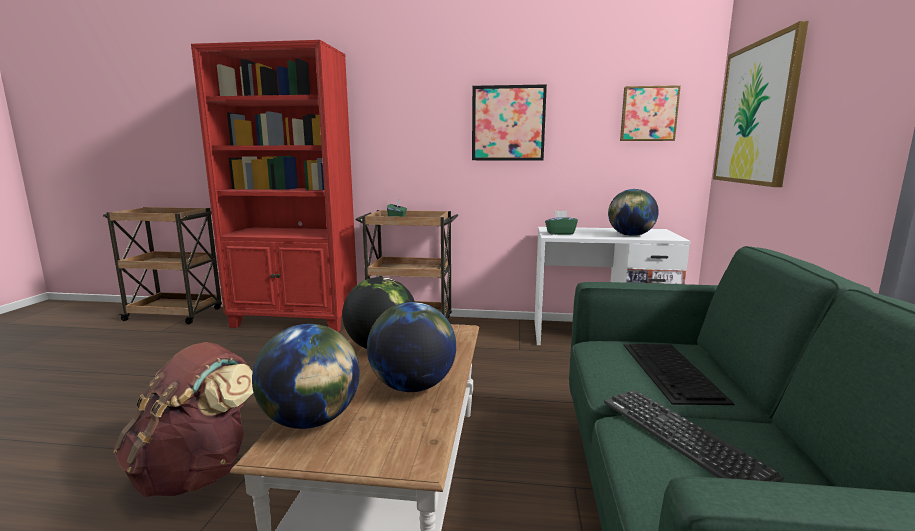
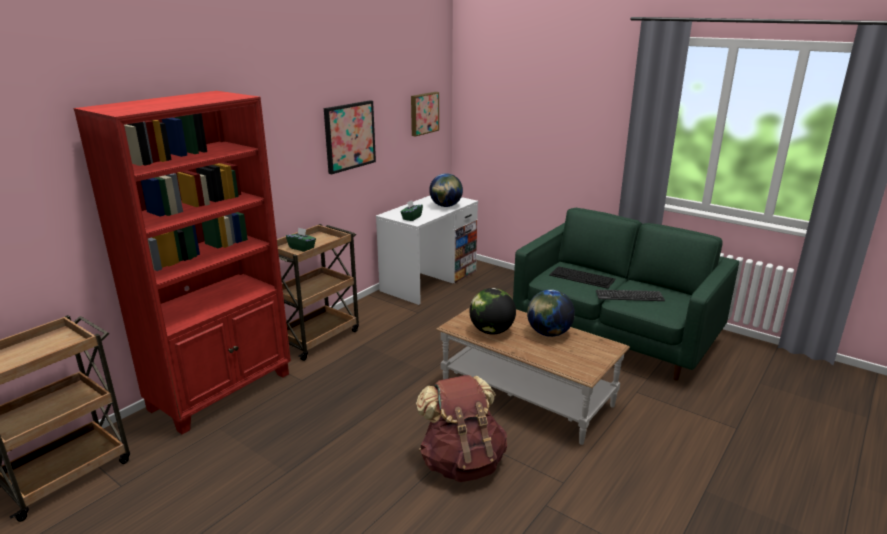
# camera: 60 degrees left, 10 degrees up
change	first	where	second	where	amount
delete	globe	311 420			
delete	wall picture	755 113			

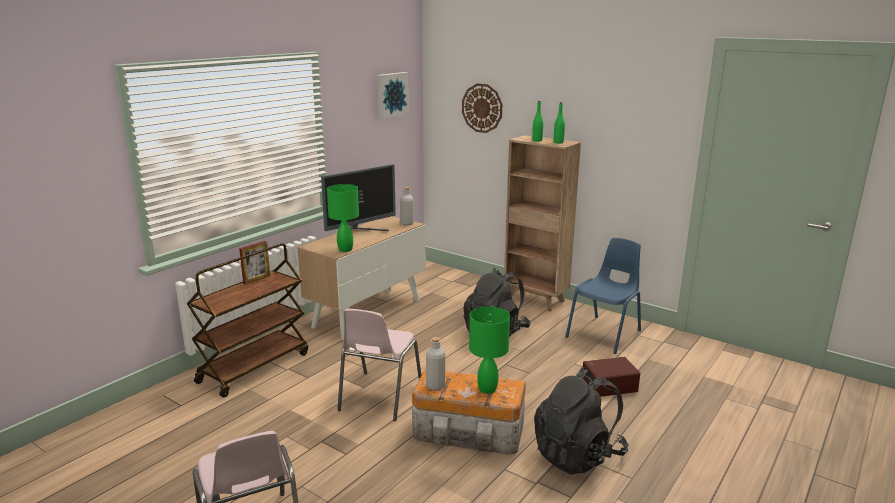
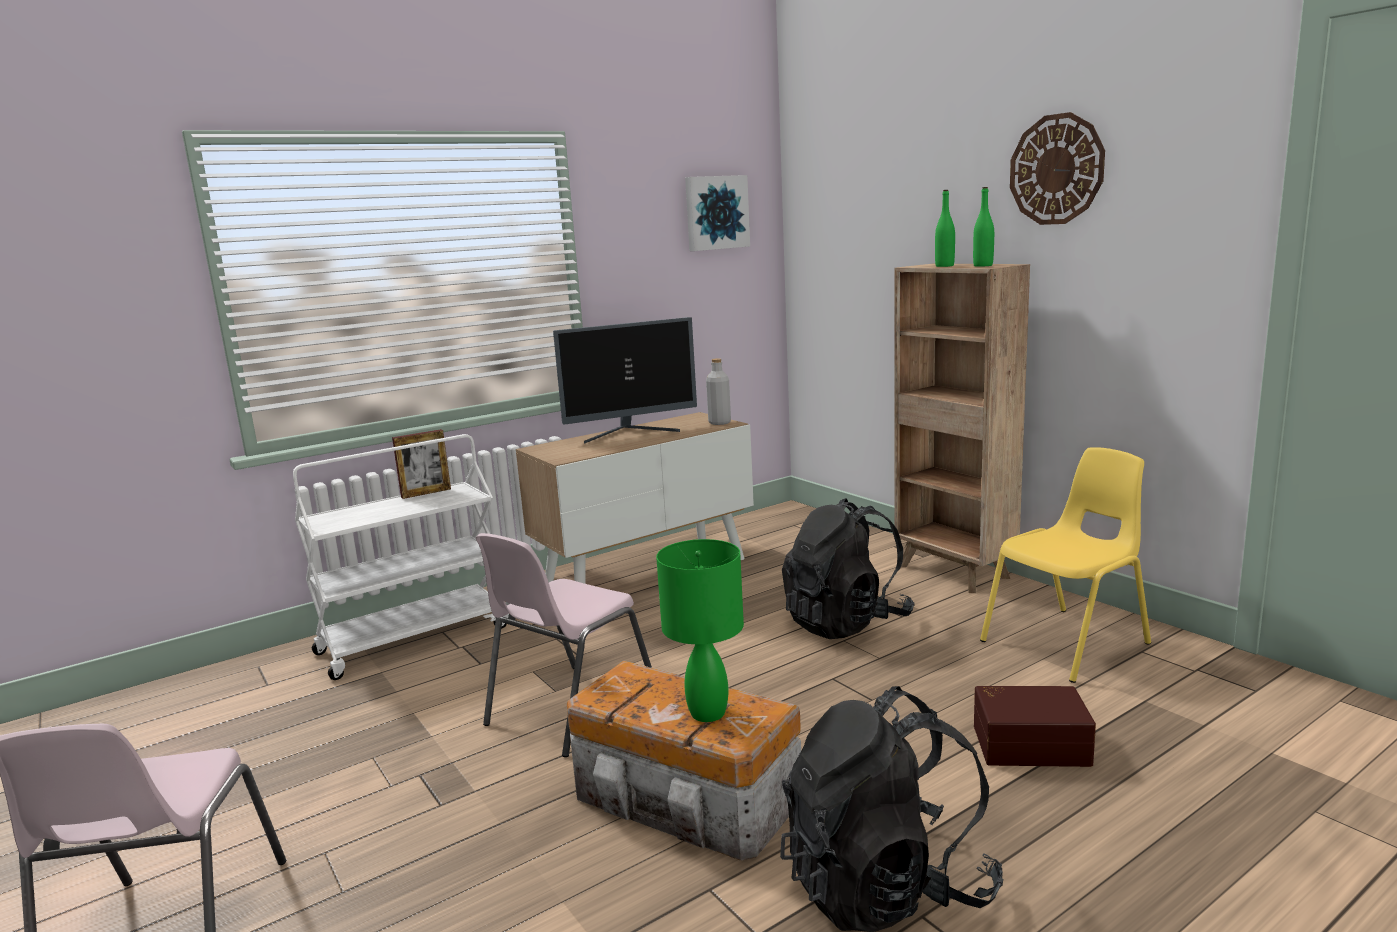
# camera: 20 degrees right, 5 degrees down
change	first	where	second	where	amount
delete	greenish lamp for a table	346 249			
delete	greyish drink bottle	435 386			
move	wall clock	482 108		1056 169	
recolor	brown trolley	254 367	white-coloured trolley	415 639	
recolor	blue-coloured upright chair	605 334	yellow-coloured upright chair	1068 643	

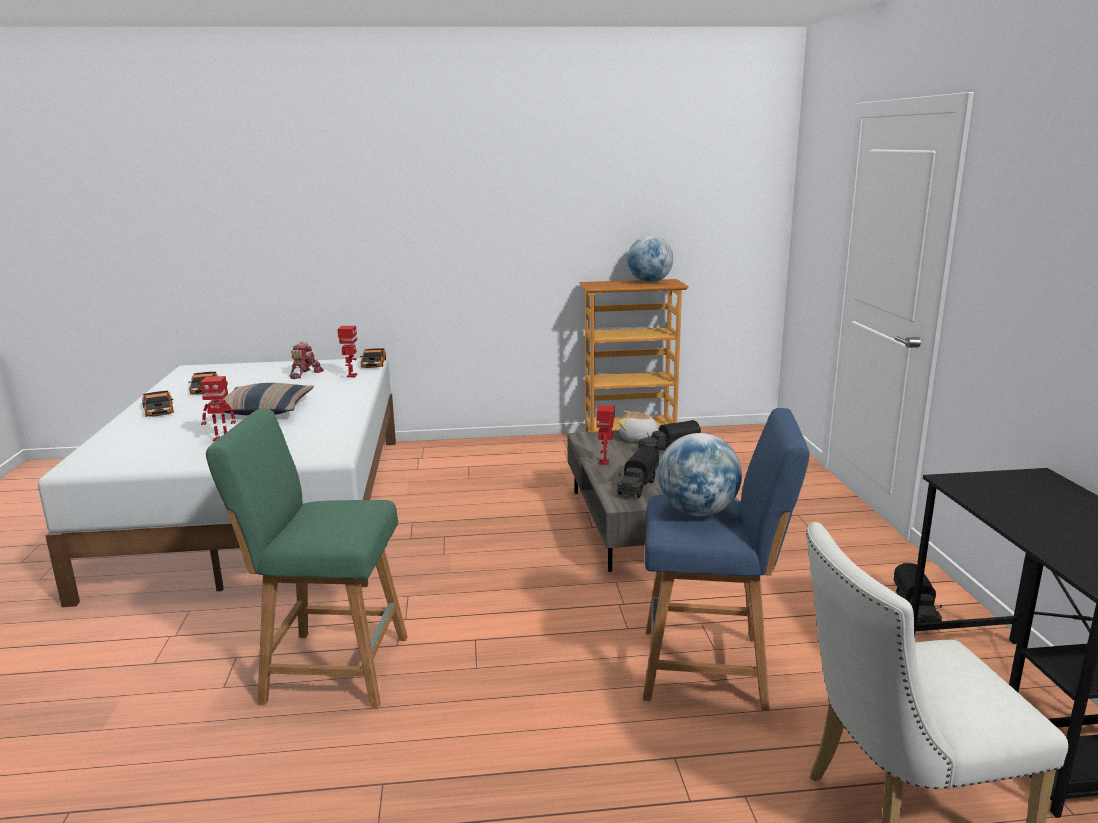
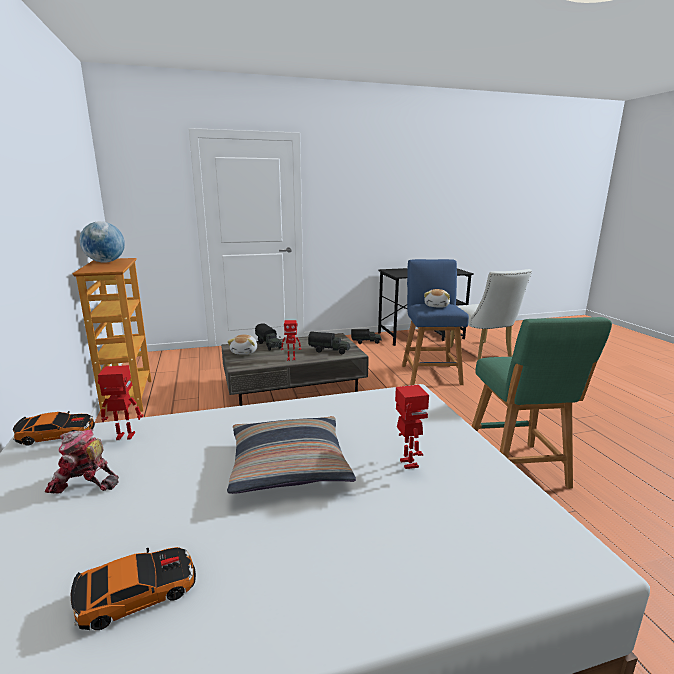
# camera: 100 degrees left, 0 degrees up
change	first	where	second	where	amount
delete	toy car	159 410			
replace	globe	697 512	plush toy	437 306	

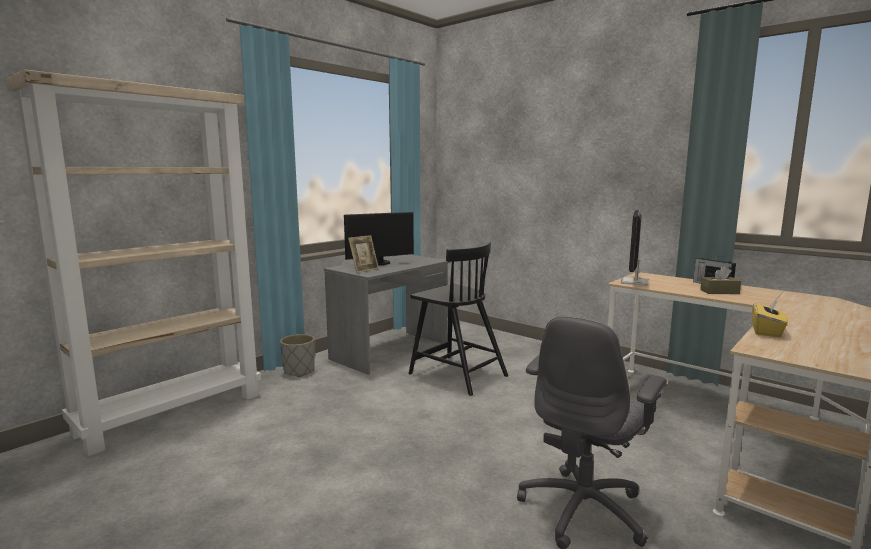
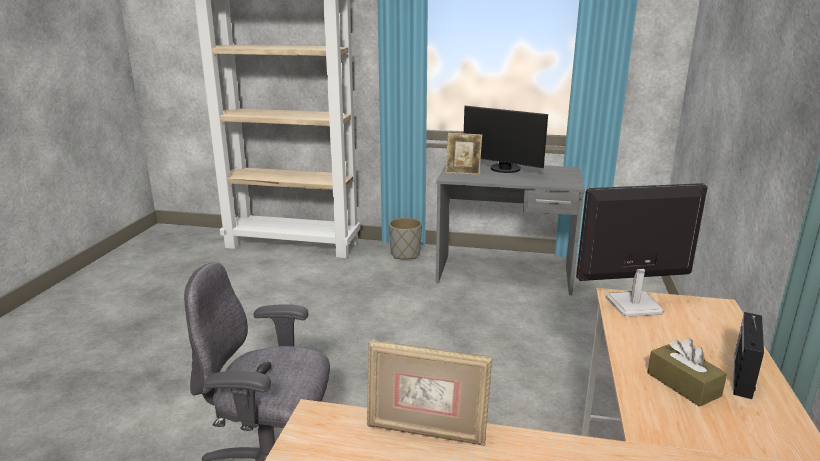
# camera: 60 degrees right, 10 degrees up
change	first	where	second	where	amount
delete	blackish upright chair	456 374			
replace	yellow-coloured tissue box	767 332	picture frame	426 432	

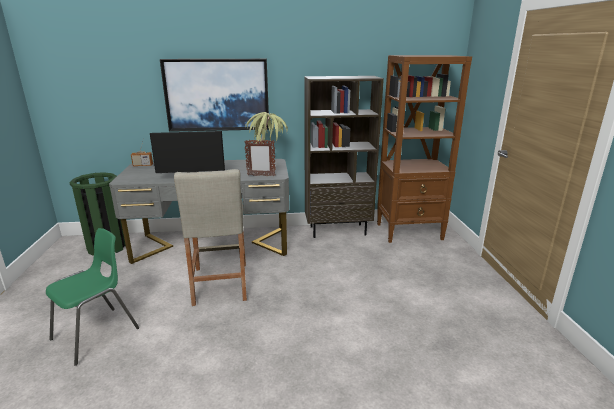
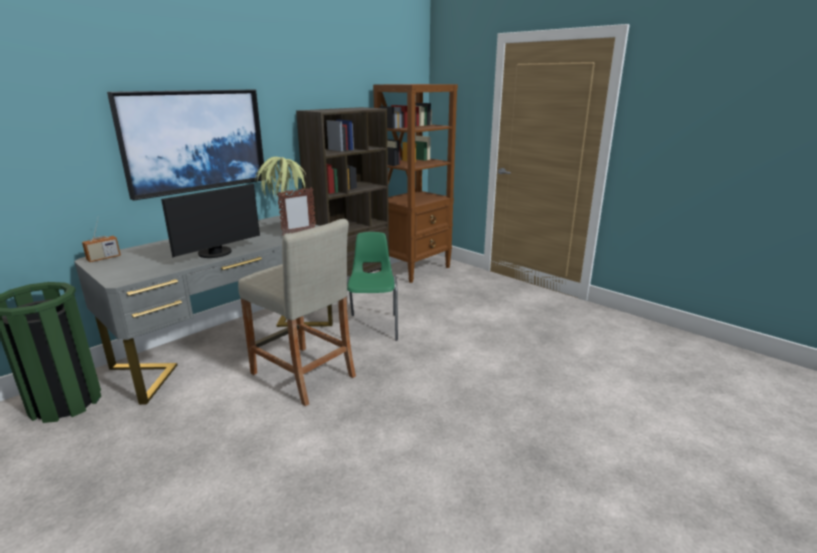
# camera: 40 degrees left, 0 degrees up
change	first	where	second	where	amount
move	greenish upright chair	97 334		373 327	

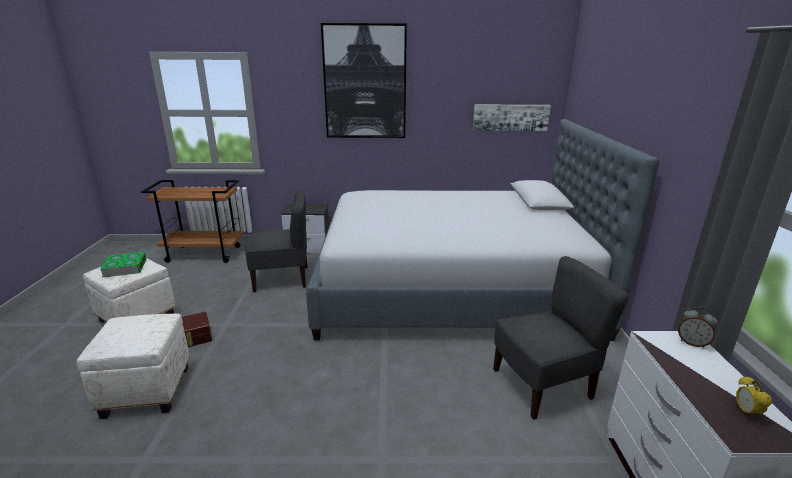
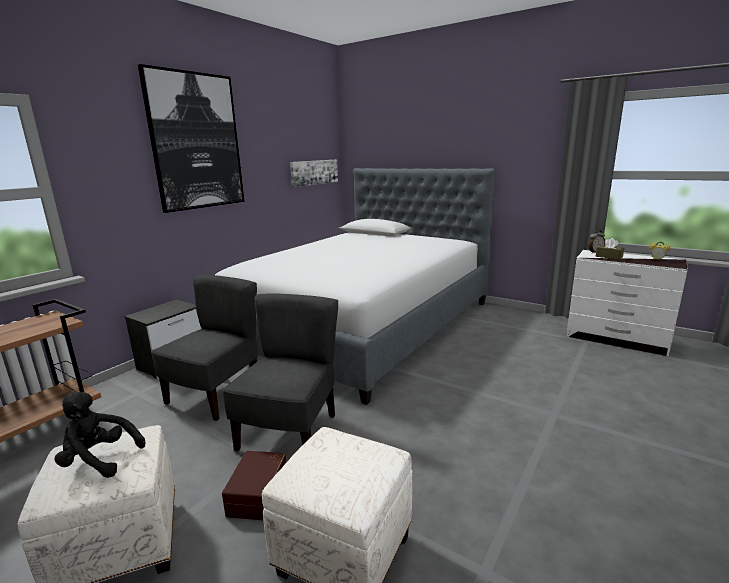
# camera: 55 degrees left, 5 degrees down
change	first	where	second	where	amount
insert			brown tissue box	609 257	
move	greyish upright chair	543 385		290 433	
replace	book	125 267	blackish plush toy	99 460	

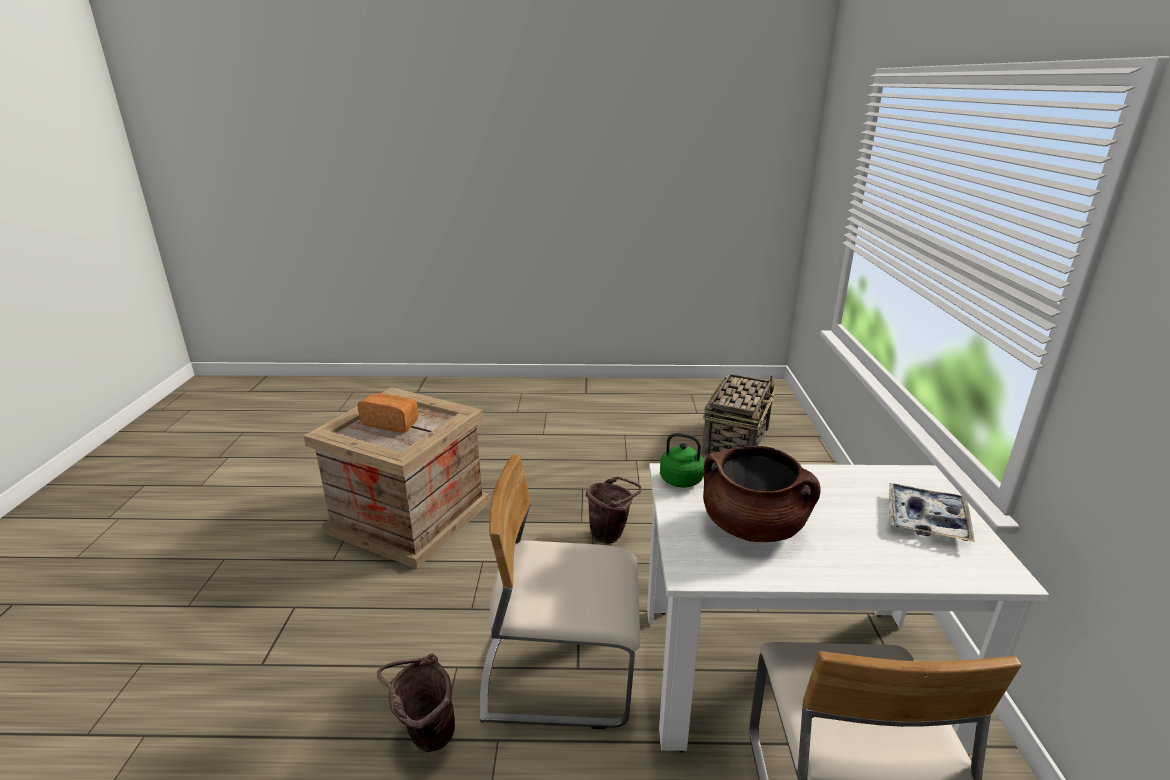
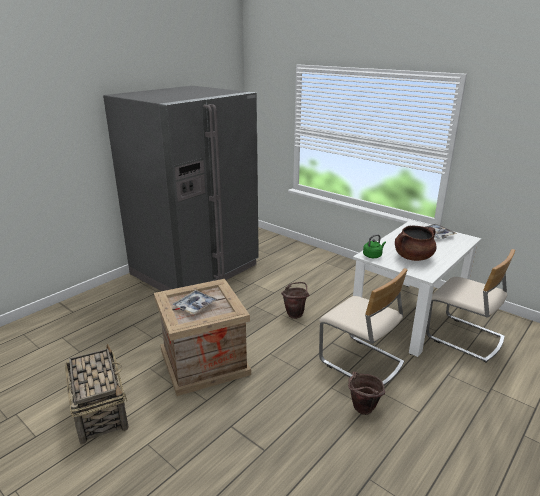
# camera: 50 degrees left, 0 degrees up
change	first	where	second	where	amount
insert			greyish fridge	195 270	
move	household basket	736 441		100 410	
replace	bakery bread	392 423	serving tray	195 306	
rotate	beige-coloured upright chair	559 673		361 363	90 degrees counterclockwise

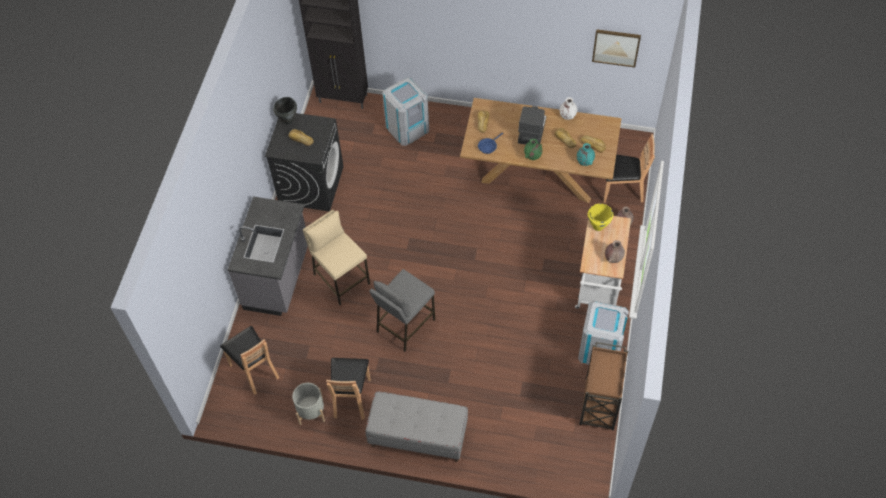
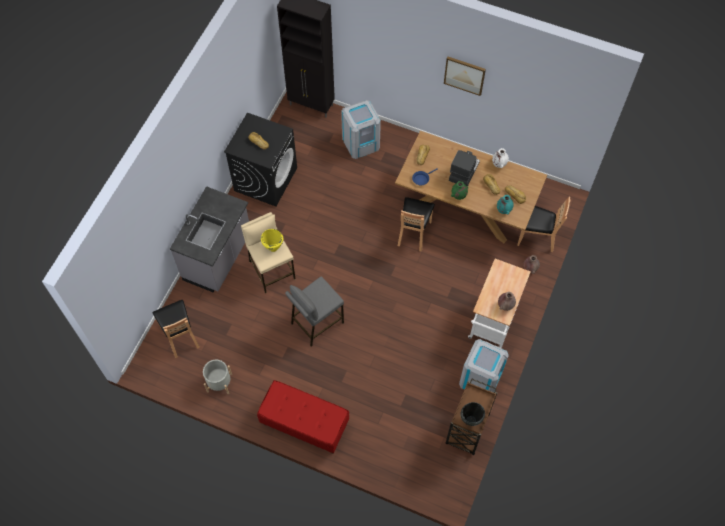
# camera: 10 degrees right, 5 degrees up
change	first	where	second	where	amount
move	blackish cooking pot	288 121		471 420	
move	brown upright chair	351 397		413 233	
move	yellow-coloured cooking pot	597 226		273 247	
move	wall picture	616 47		464 75	
recolor	greyish bench	418 436	reddish bench	304 424	

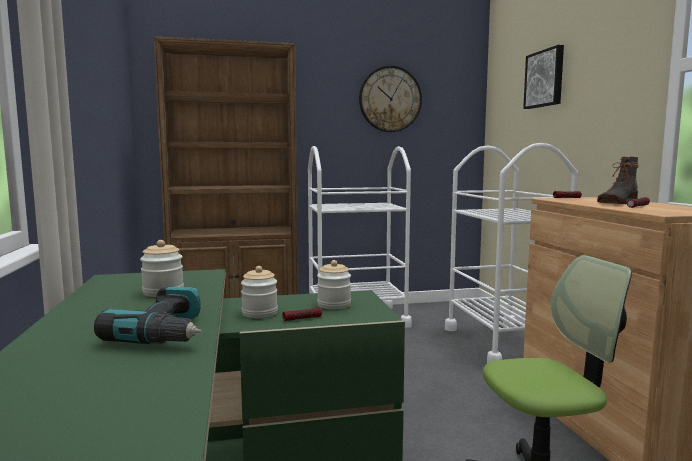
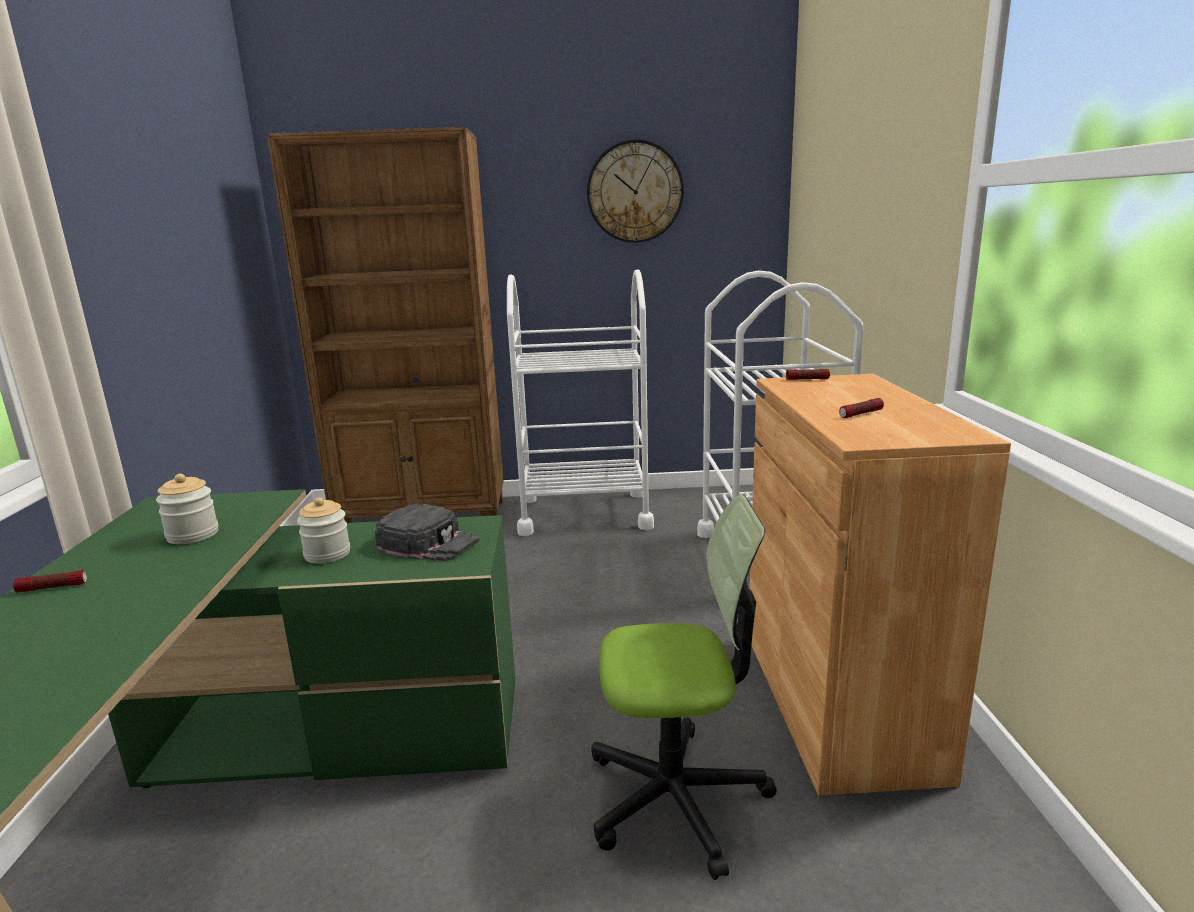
# camera: 10 degrees right, 10 degrees up
change	first	where	second	where	amount
delete	drill	167 333			
delete	wall picture	545 78			
delete	boot	617 202			
move	hand torch	302 319		53 587	
replace	preserve jar	334 305	blackish cap	429 542	

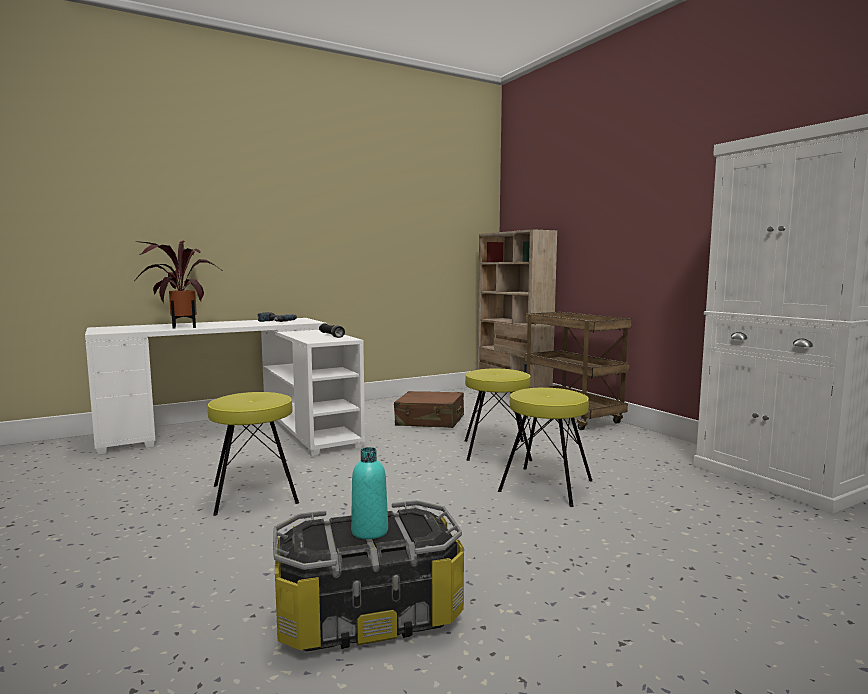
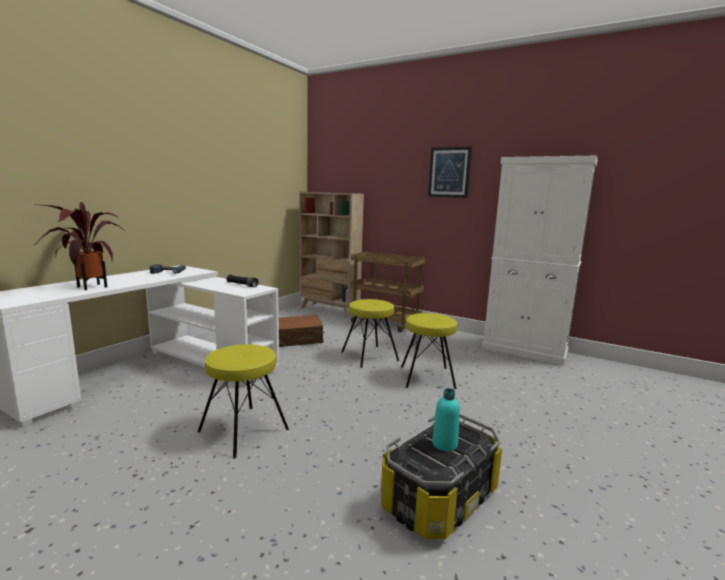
# camera: 30 degrees left, 5 degrees up
change	first	where	second	where	amount
insert			wall picture	449 172	

